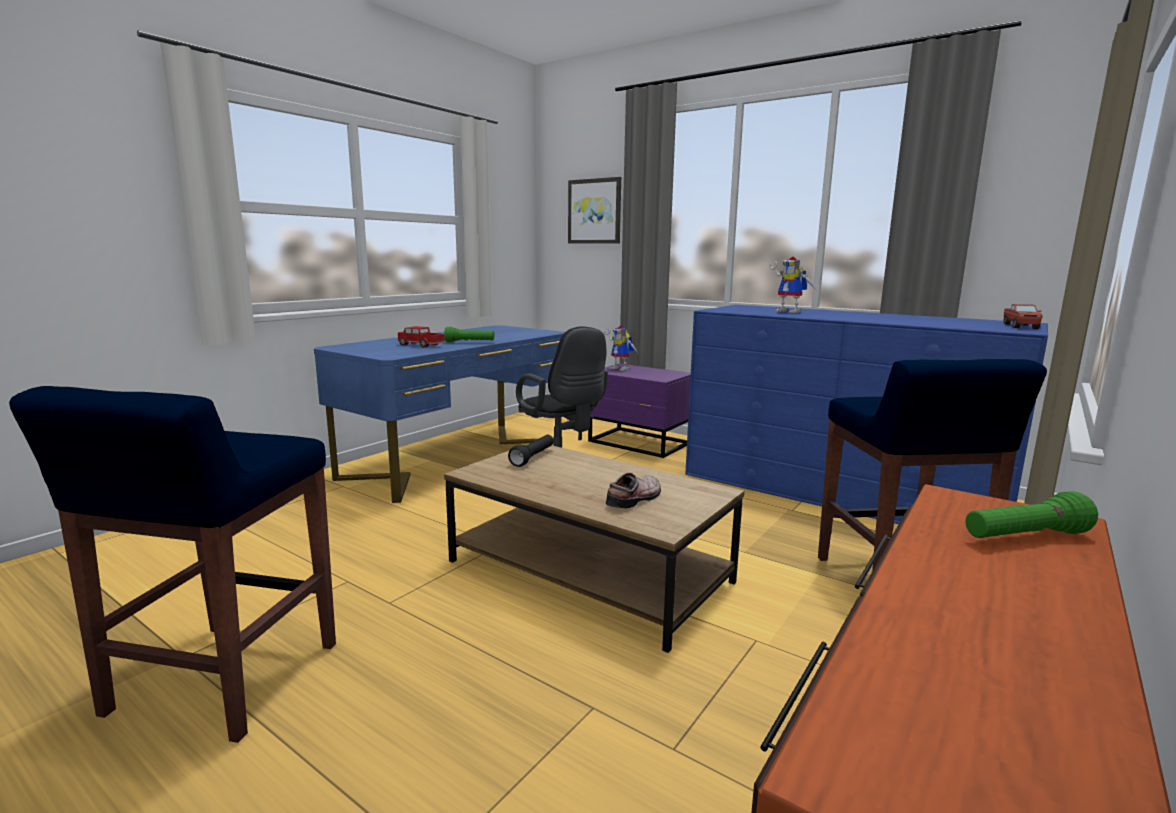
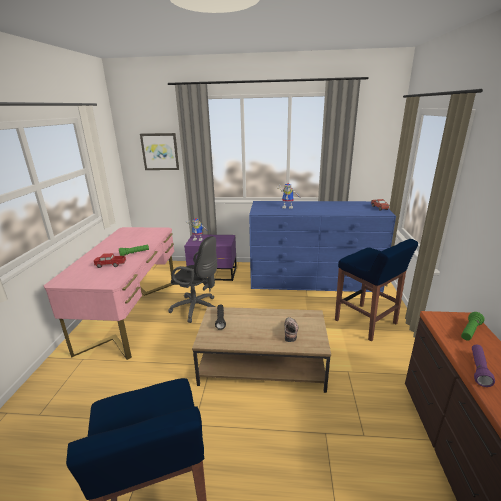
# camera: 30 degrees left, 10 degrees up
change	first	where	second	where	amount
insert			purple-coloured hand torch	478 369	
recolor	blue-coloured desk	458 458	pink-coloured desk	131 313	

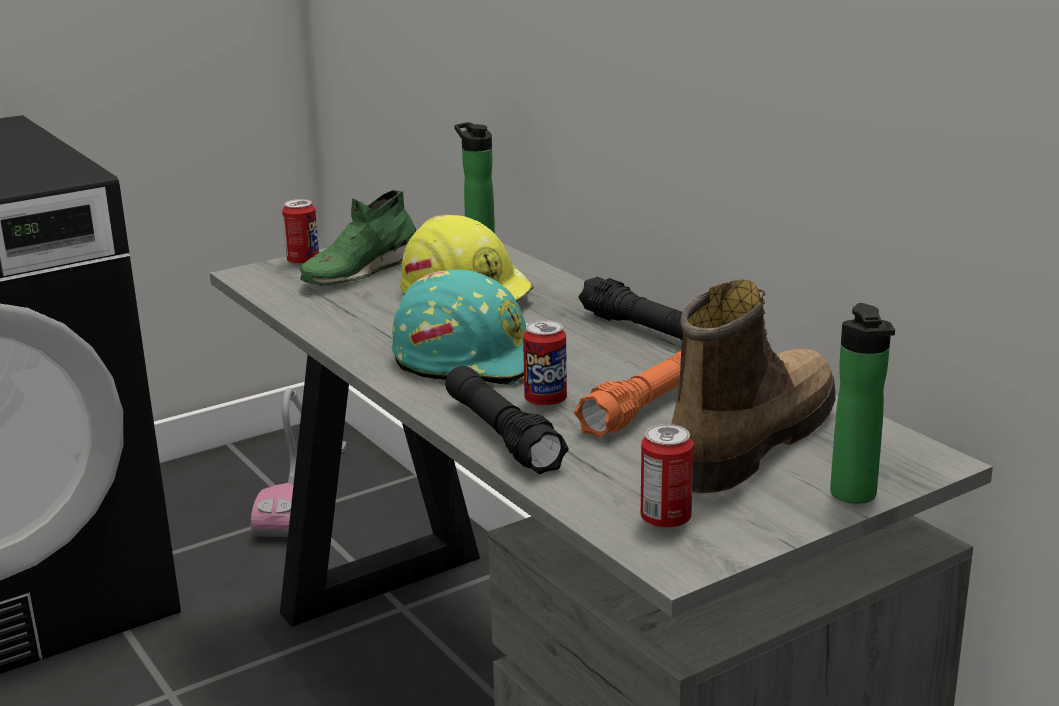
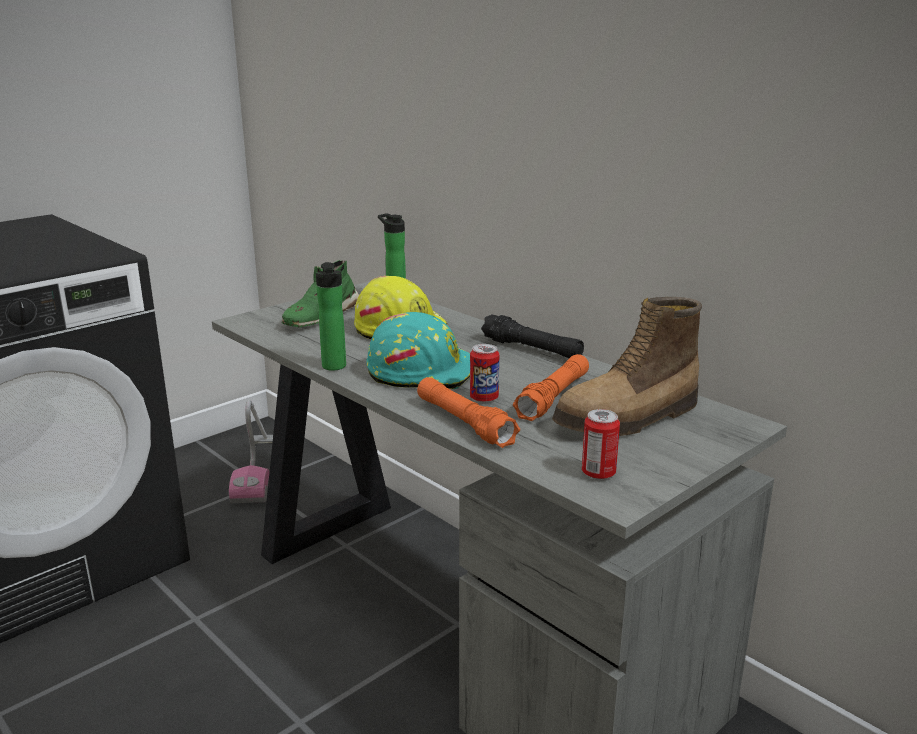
# camera: 10 degrees left, 0 degrees up
change	first	where	second	where	amount
delete	metal can	303 261			
move	drink bottle	855 497		334 367	
recolor	blackish hand torch	501 435	orangey hand torch	464 423	
rotate	boot	749 442		629 419	150 degrees counterclockwise

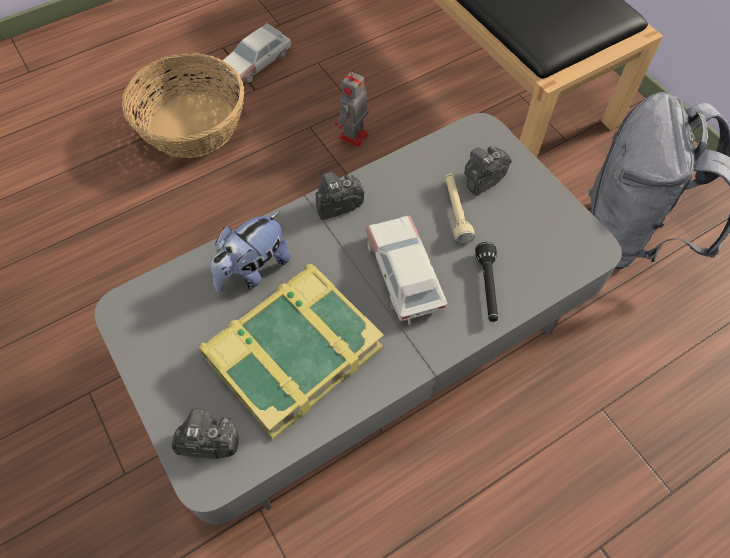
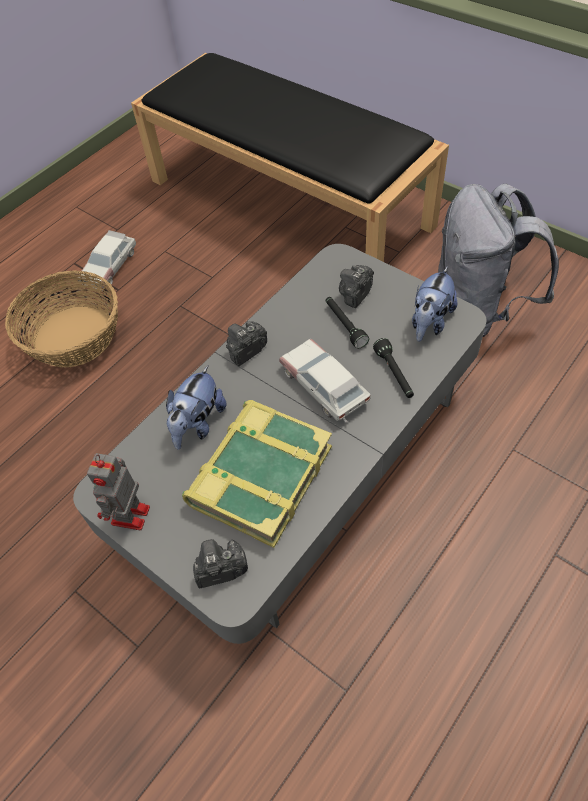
# camera: 15 degrees left, 5 degrees down
change	first	where	second	where	amount
insert			plush toy	430 322	
move	toy robot	353 137		130 517	
recolor	beige-coloured hand torch	455 211	blackish hand torch	344 325	

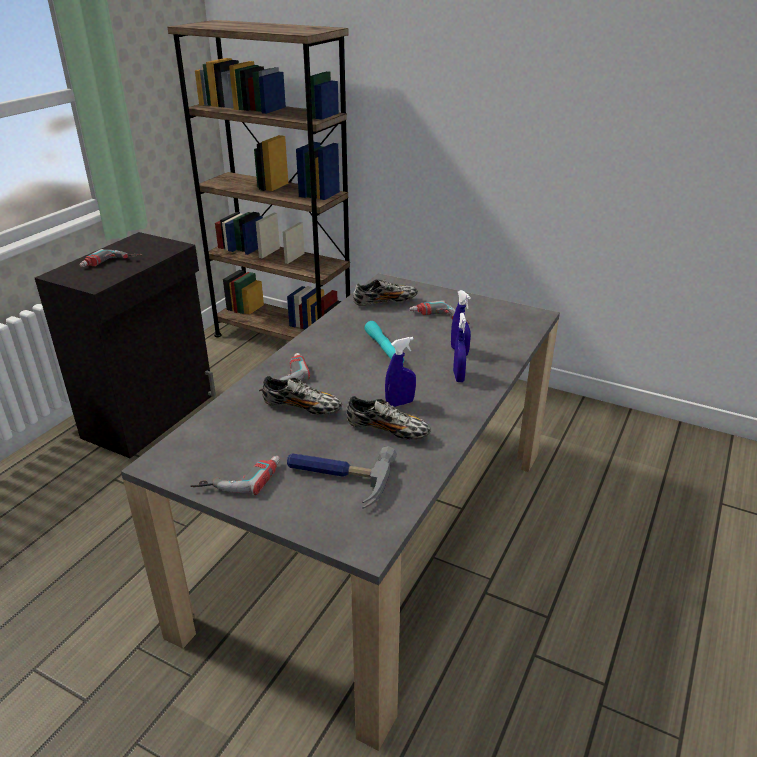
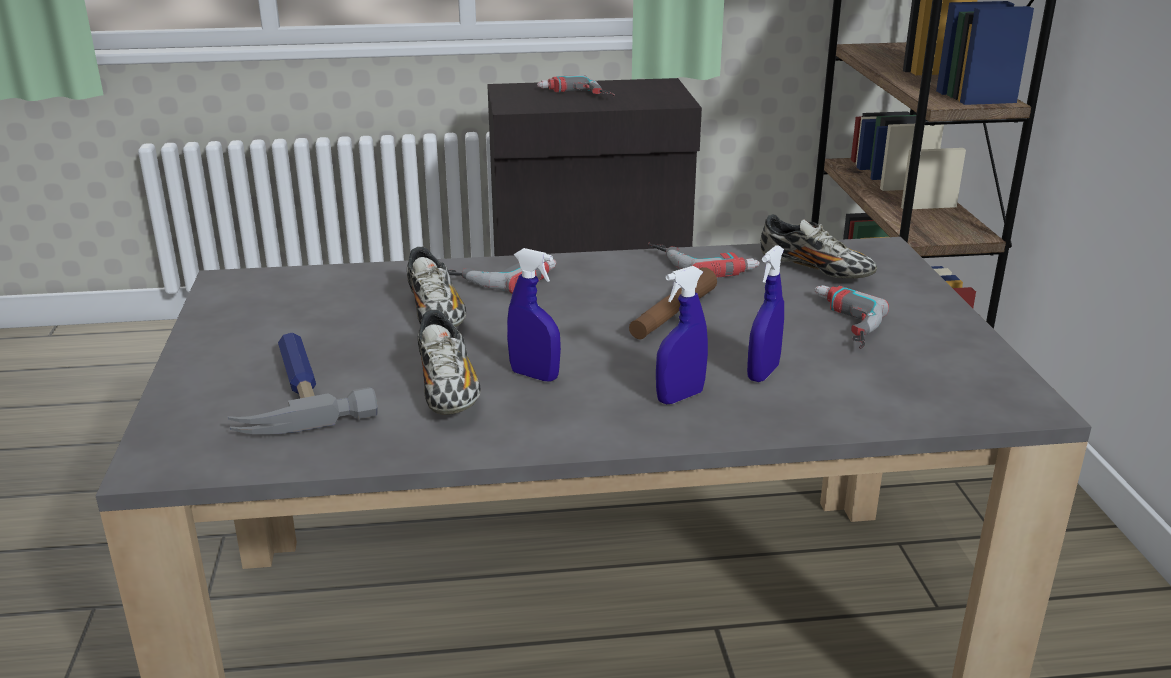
# camera: 55 degrees right, 5 degrees down
change	first	where	second	where	amount
move	drill	238 477		703 262	
recolor	turquoise hand torch	384 349	brown hand torch	672 315	

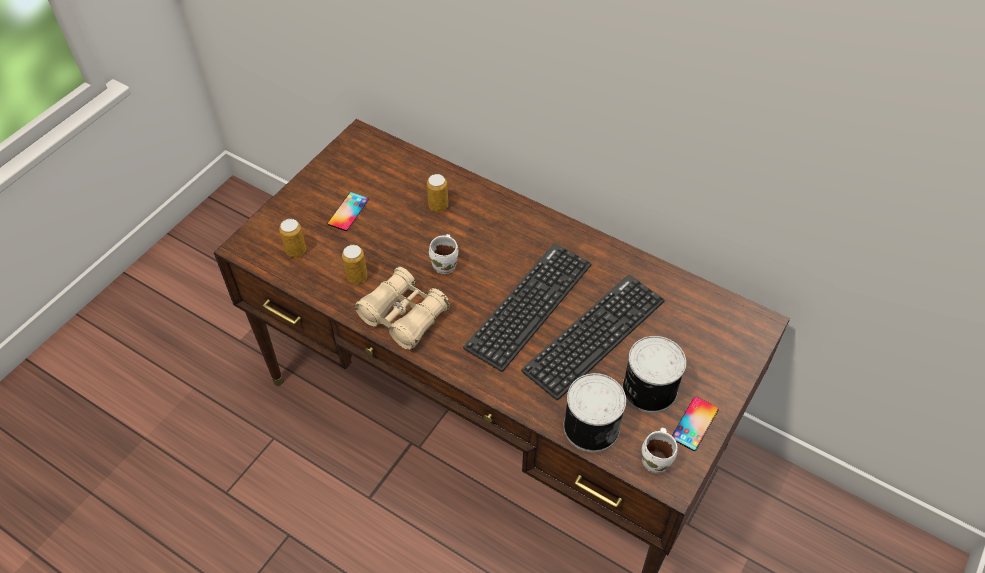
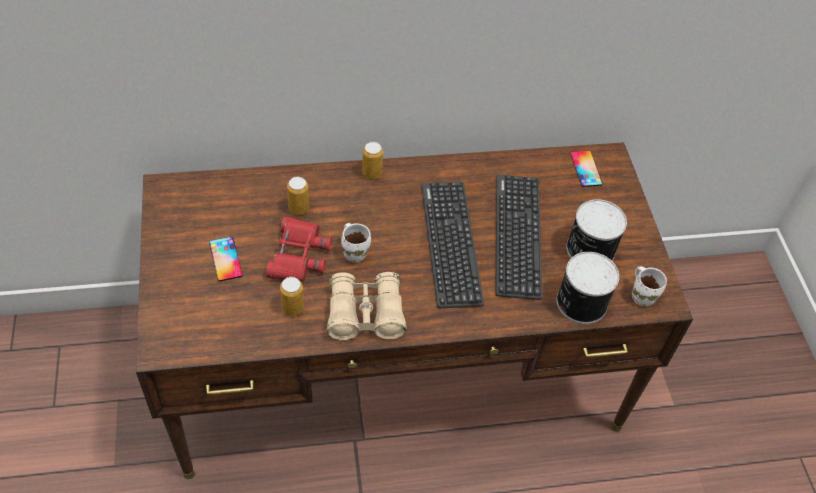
# camera: 45 degrees left, 0 degrees up
change	first	where	second	where	amount
insert			reddish pair of binoculars	298 255	
move	metal can	296 251		372 173	
move	phone	694 423		586 169	

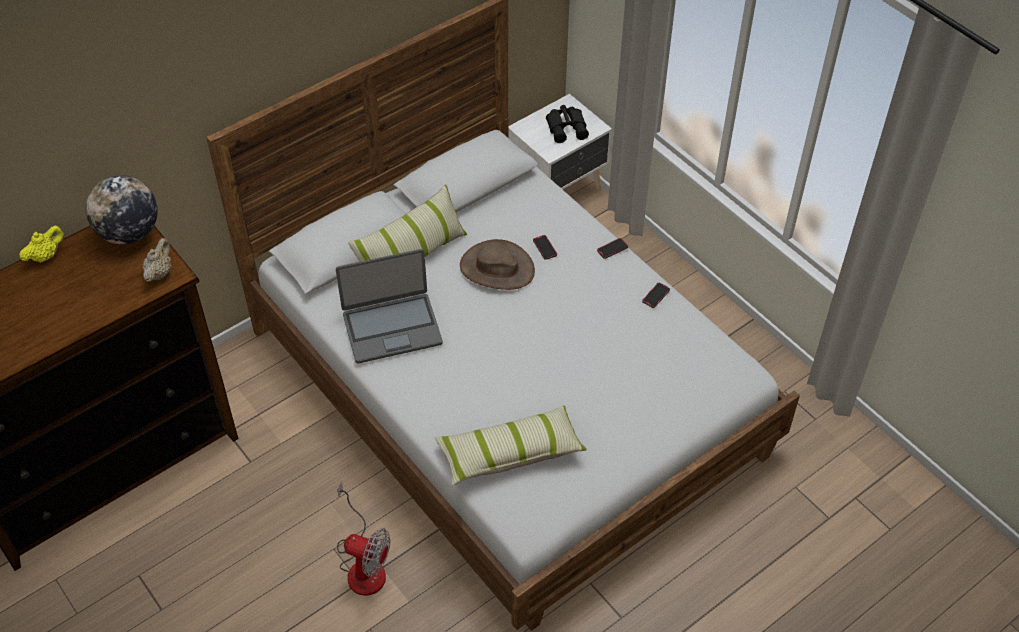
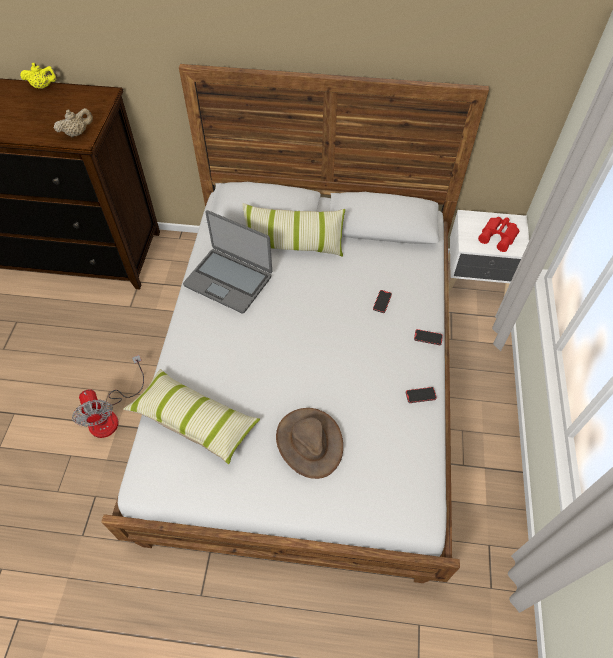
# camera: 45 degrees right, 5 degrees up
change	first	where	second	where	amount
delete	globe	129 233			
move	brown wearable hat	496 268		309 442	
recolor	blackish pair of binoculars	567 127	reddish pair of binoculars	499 236	

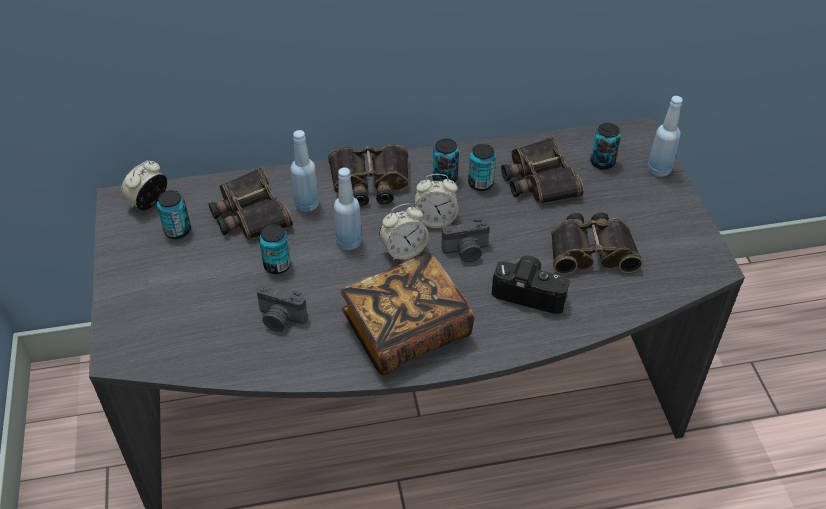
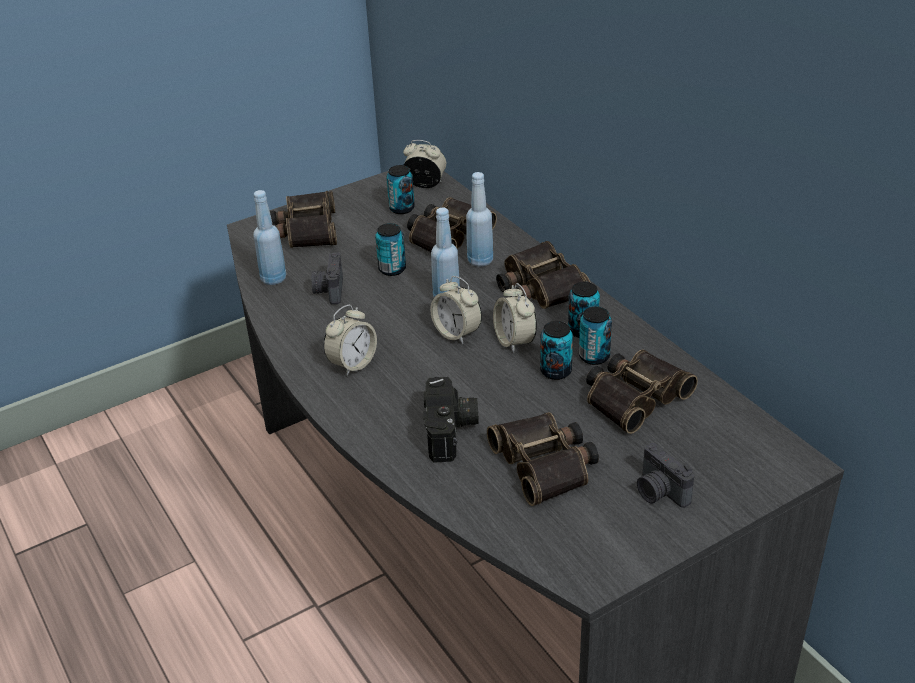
# camera: 70 degrees right, 10 degrees down
change	first	where	second	where	amount
insert			pair of binoculars	305 229	
move	still camera	466 251		659 492	
move	metal can	602 162		555 371	
move	blue-coloured drink bottle	658 170		273 279	
replace	book	406 330	bedside clock	352 364	

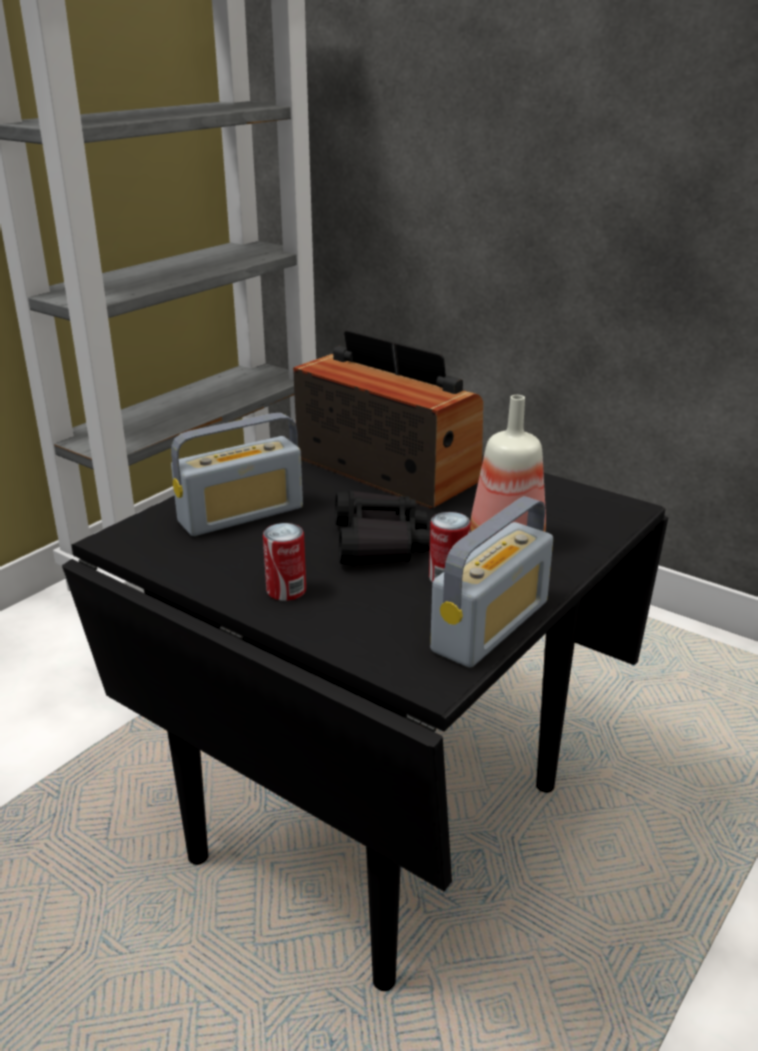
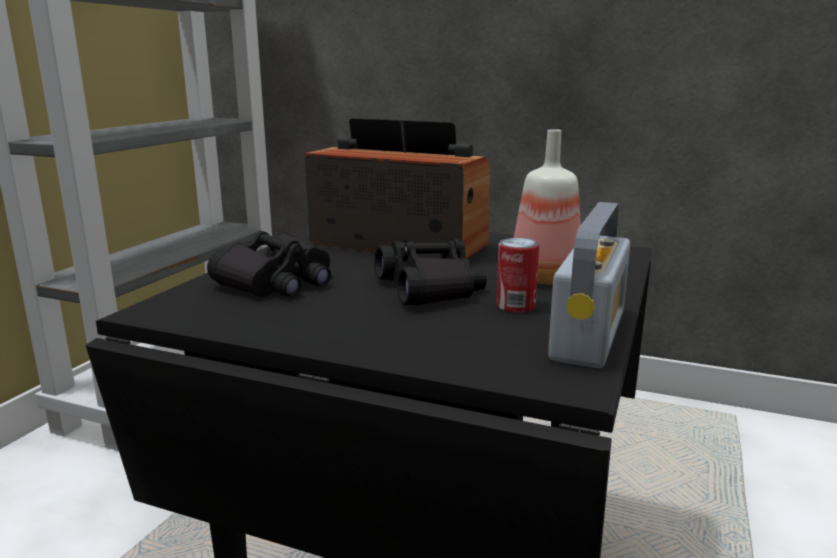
# camera: 15 degrees left, 10 degrees down
change	first	where	second	where	amount
delete	metal can	286 591			
replace	radio receiver	241 515	blackish pair of binoculars	278 282	

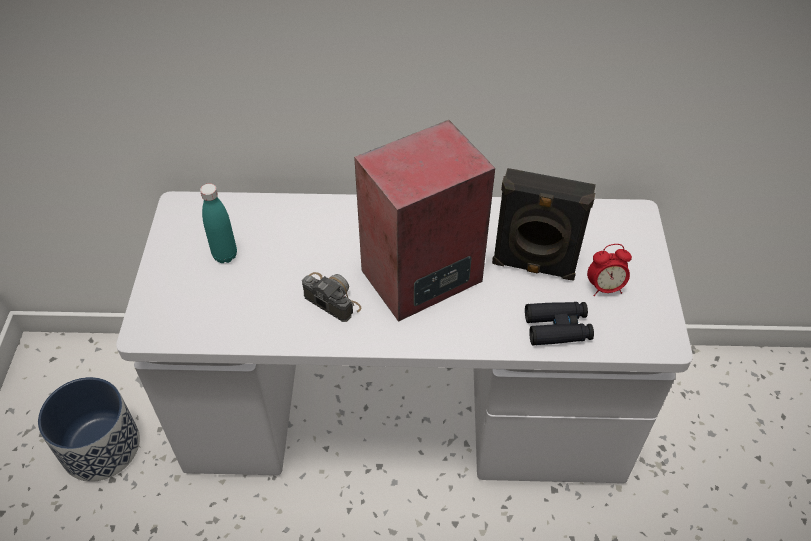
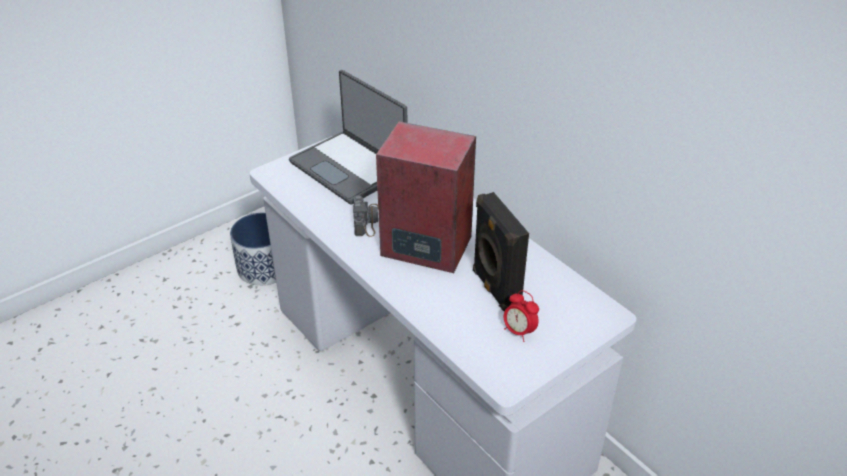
# camera: 50 degrees right, 10 degrees down
change	first	where	second	where	amount
delete	blackish pair of binoculars	557 328			
replace	turquoise drink bottle	225 255	portable computer	350 167	

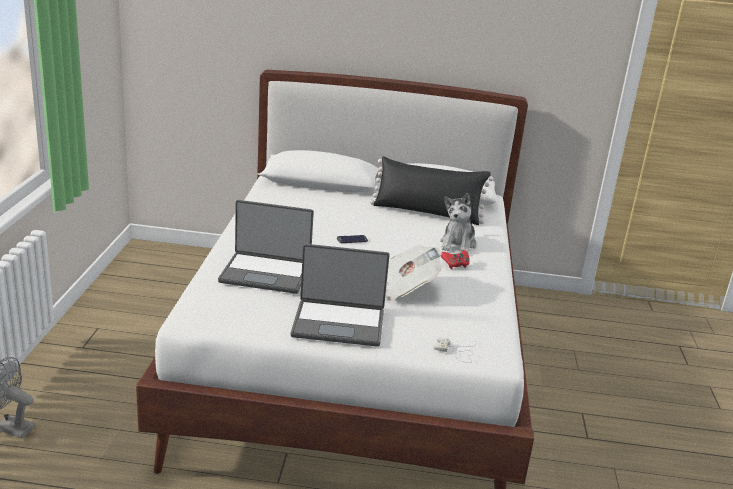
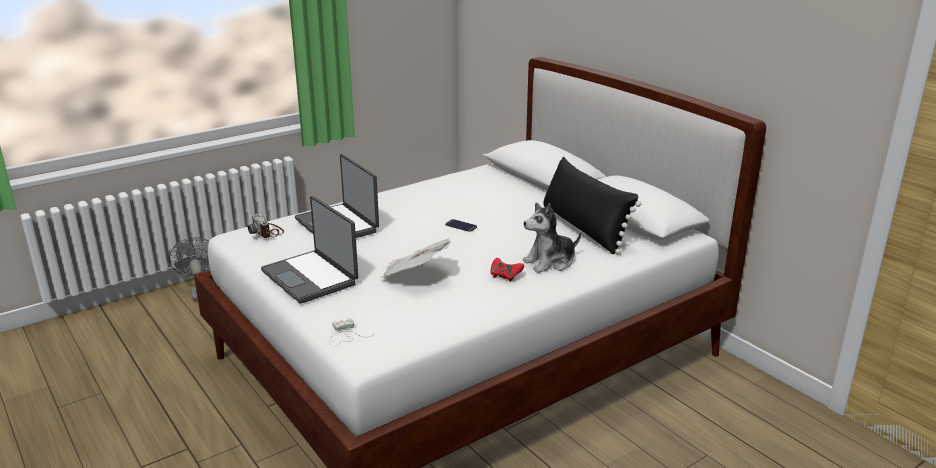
# camera: 50 degrees right, 0 degrees up
change	first	where	second	where	amount
insert			still camera	267 232	

